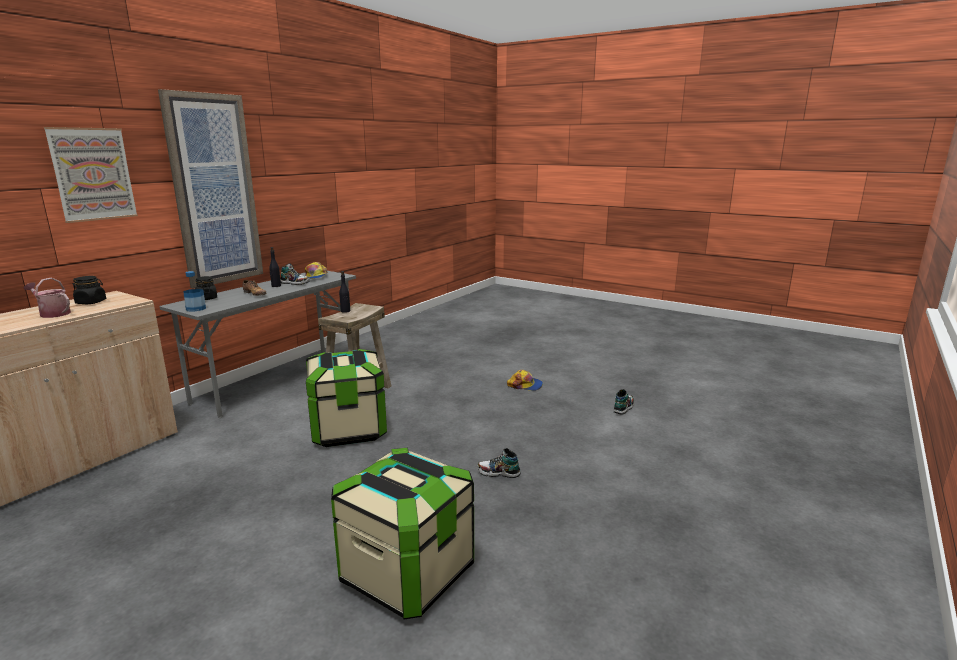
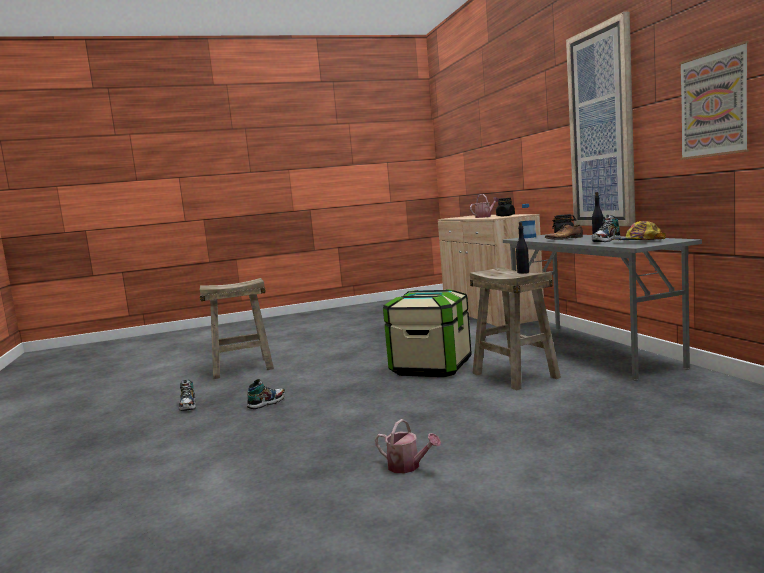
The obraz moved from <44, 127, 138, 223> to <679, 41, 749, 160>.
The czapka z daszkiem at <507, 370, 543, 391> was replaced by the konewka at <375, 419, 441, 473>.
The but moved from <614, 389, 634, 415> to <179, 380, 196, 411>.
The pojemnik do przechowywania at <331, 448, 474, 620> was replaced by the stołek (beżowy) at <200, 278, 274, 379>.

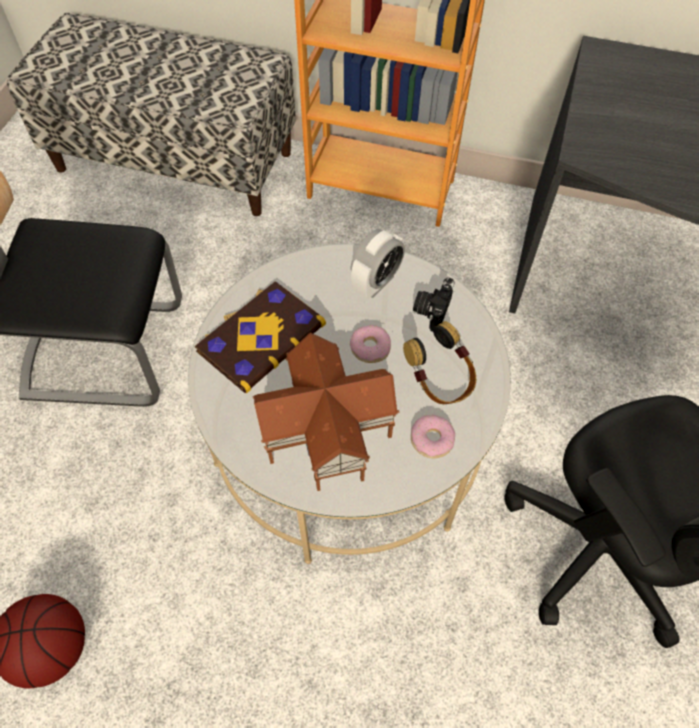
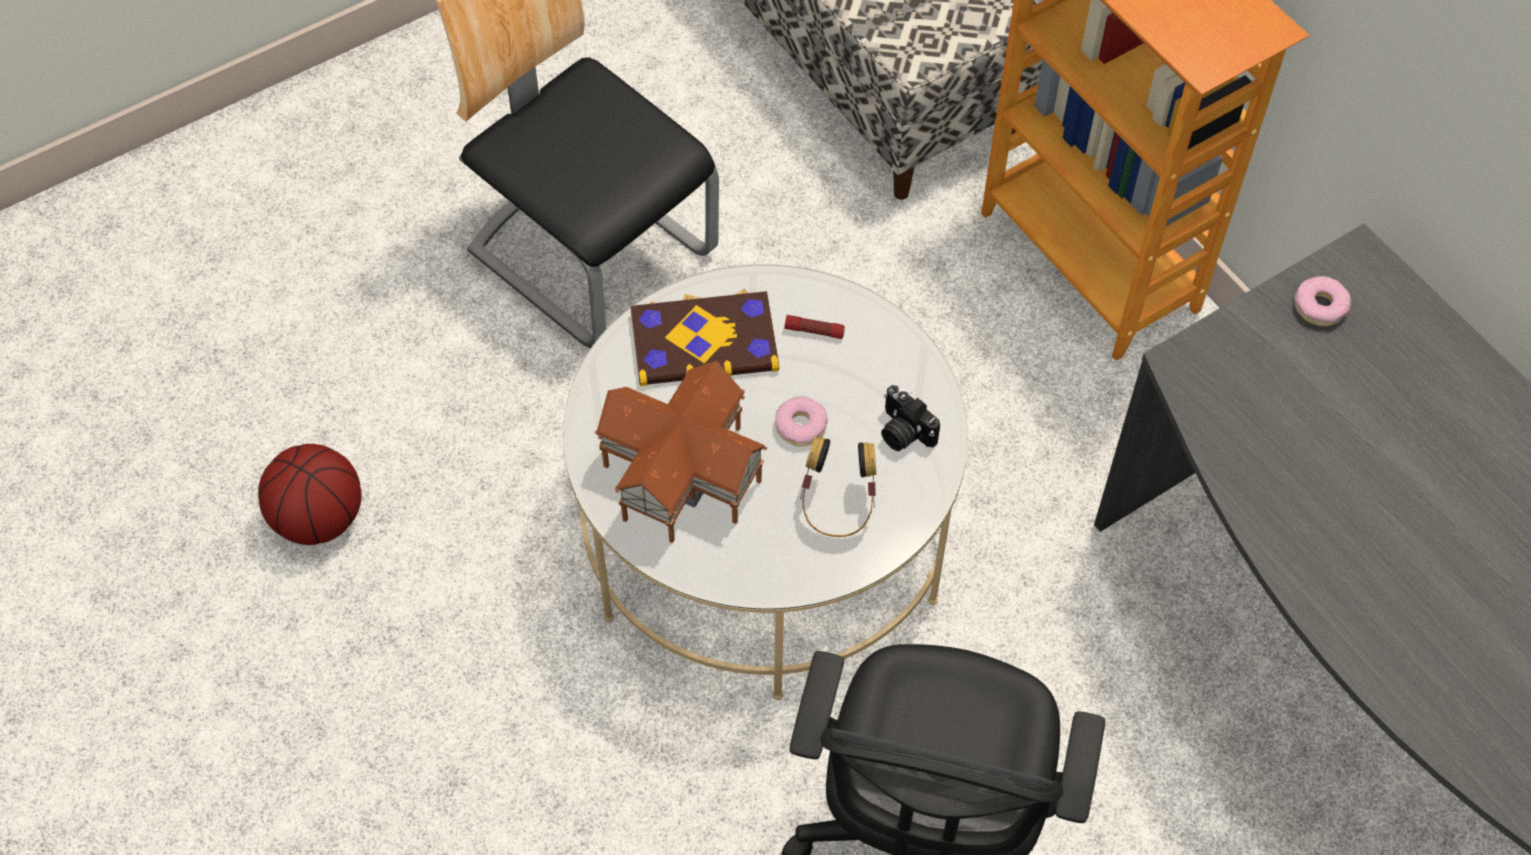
The budzik at <351, 229, 405, 299> disappeared.
The aparat fotograficzny at <413, 278, 455, 332> turned 105 degrees counterclockwise.
The donut moved from <411, 415, 455, 458> to <1295, 276, 1351, 327>.
The latarka at <785, 315, 845, 339> appeared.

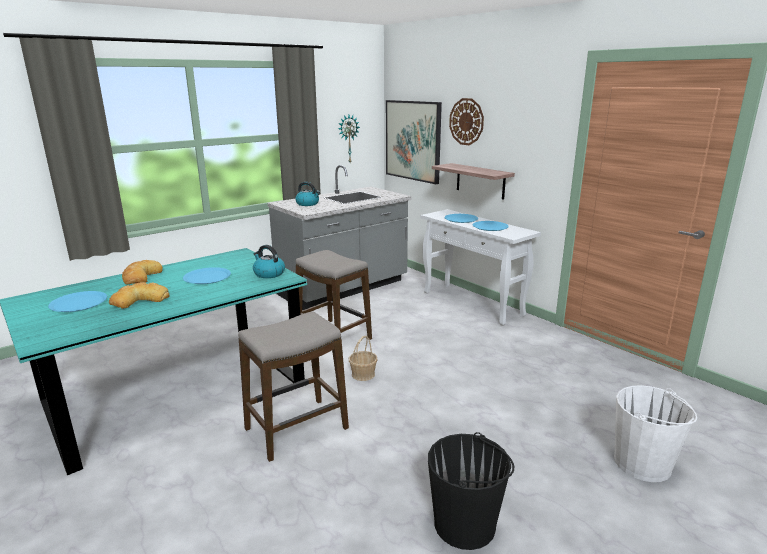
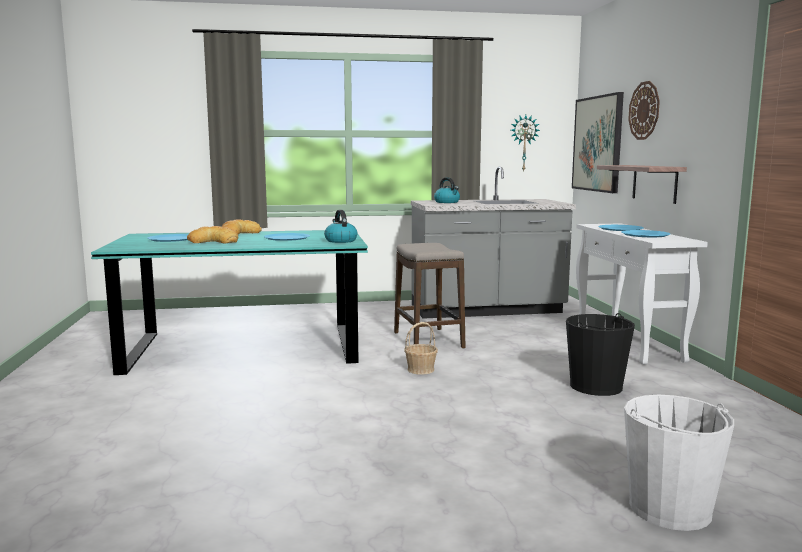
The stołek at <238, 311, 349, 462> disappeared.
The wiadro (czarny) moved from <428, 432, 514, 550> to <566, 313, 635, 396>.

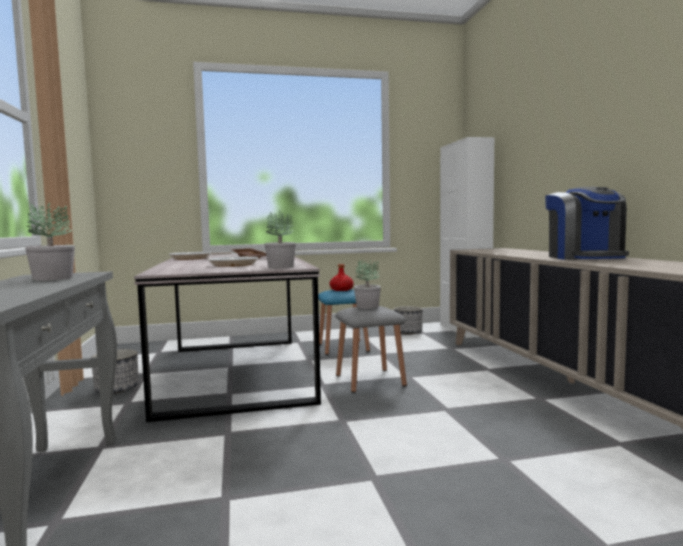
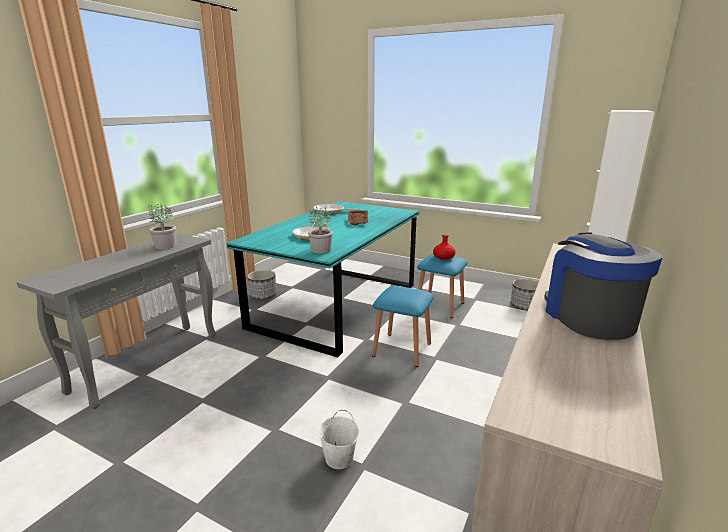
The ekspres do kawy at <545, 187, 629, 260> turned 135 degrees clockwise.
The stół jadalny (szary) at <134, 254, 321, 422> became the stół jadalny (turkusowy) at <226, 201, 419, 357>.
The roślina doniczkowa at <354, 259, 381, 309> disappeared.
The stołek (szary) at <335, 306, 407, 393> became the stołek (niebieski) at <372, 286, 434, 367>.
The wiadro (biały) at <318, 410, 359, 469> appeared.

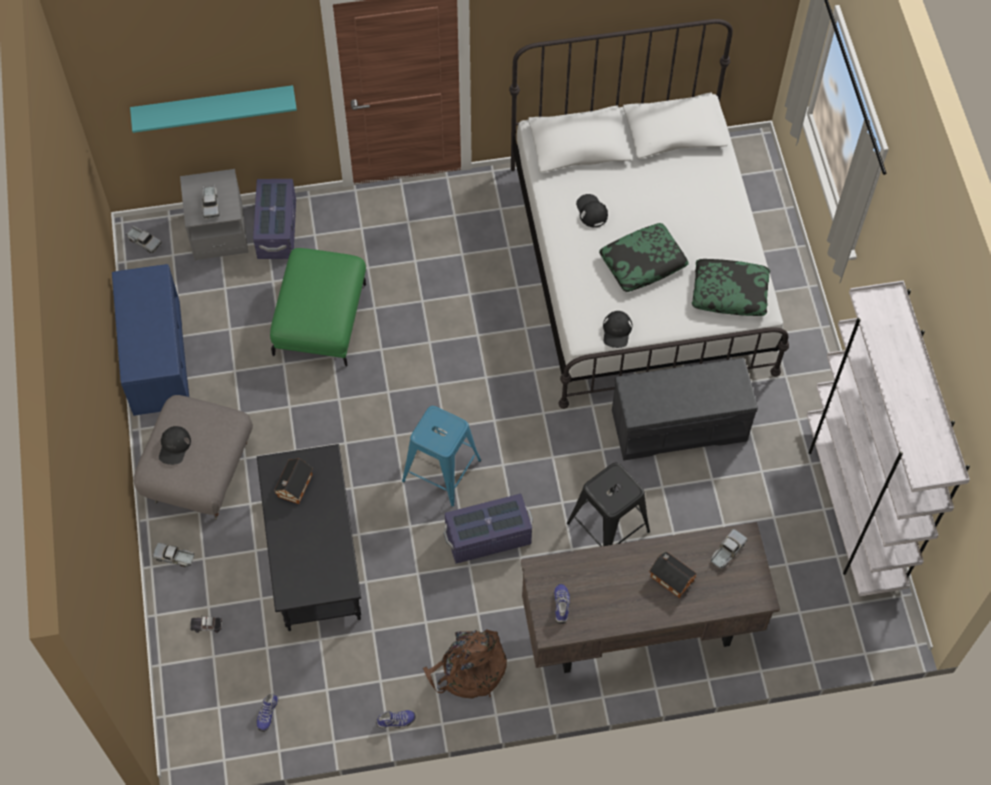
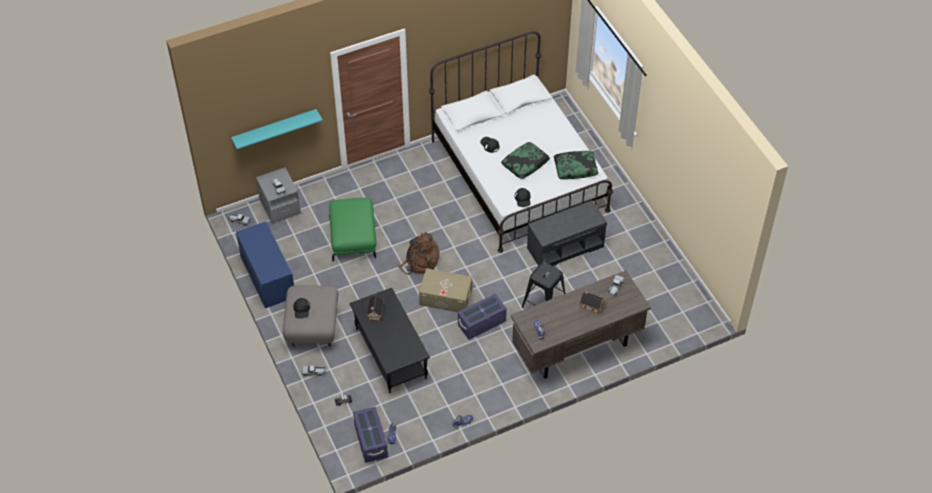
The pojemnik do przechowywania (fioletowy) moved from <253, 179, 296, 259> to <353, 407, 388, 463>.
The regał (biały) at <807, 280, 970, 597> disappeared.
The stołek (niebieski) at <402, 406, 481, 507> was replaced by the pojemnik do przechowywania (beżowy) at <419, 268, 472, 312>.
The plecak (brązowy) moved from <423, 629, 507, 699> to <397, 232, 439, 275>.

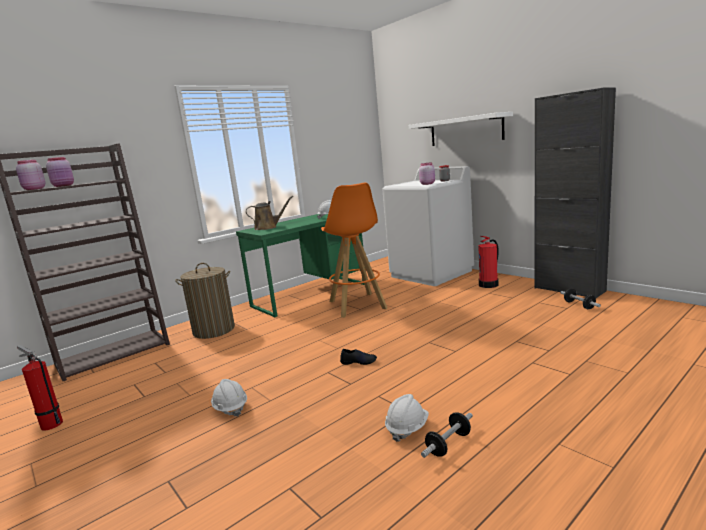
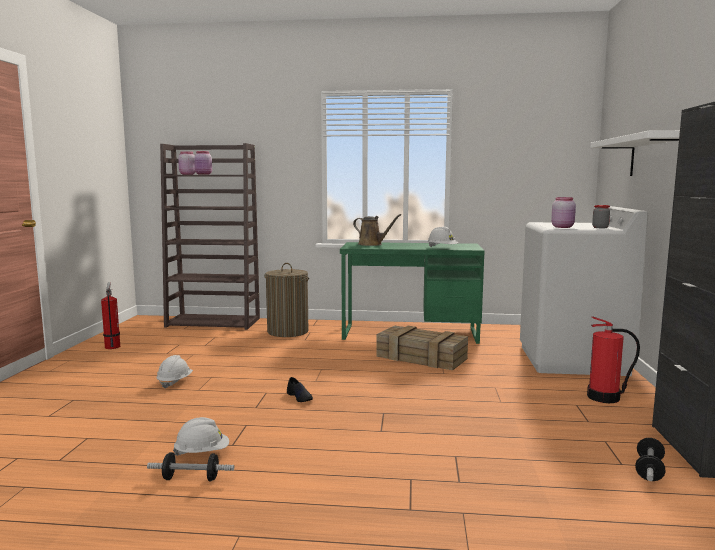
The stołek (pomarańczowy) at <321, 183, 387, 318> was replaced by the skrzynka at <376, 325, 468, 370>.

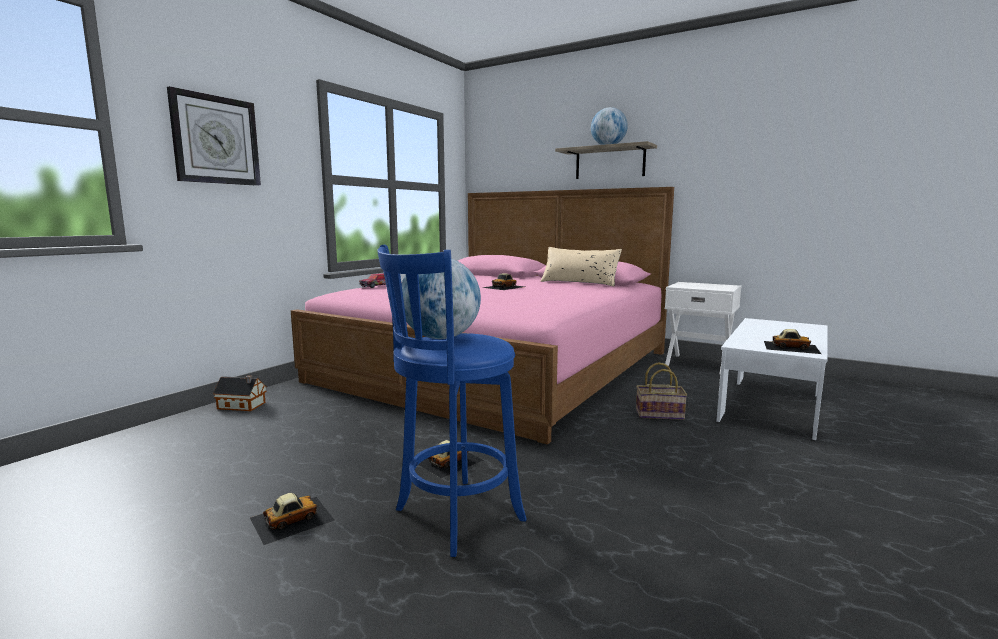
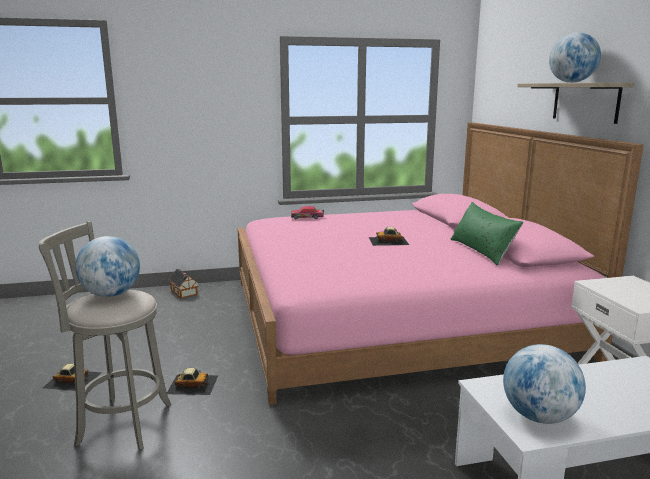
The zegar ścienny at <167, 86, 261, 186> disappeared.
The stołek (niebieski) at <377, 245, 527, 557> became the stołek (szary) at <38, 221, 171, 450>.
The poduszka (beżowy) at <540, 247, 622, 287> became the poduszka (zielony) at <450, 202, 523, 266>.
The samochodzik at <764, 329, 821, 354> was replaced by the globus at <503, 344, 586, 424>.
The koszyk at <636, 362, 687, 420> disappeared.

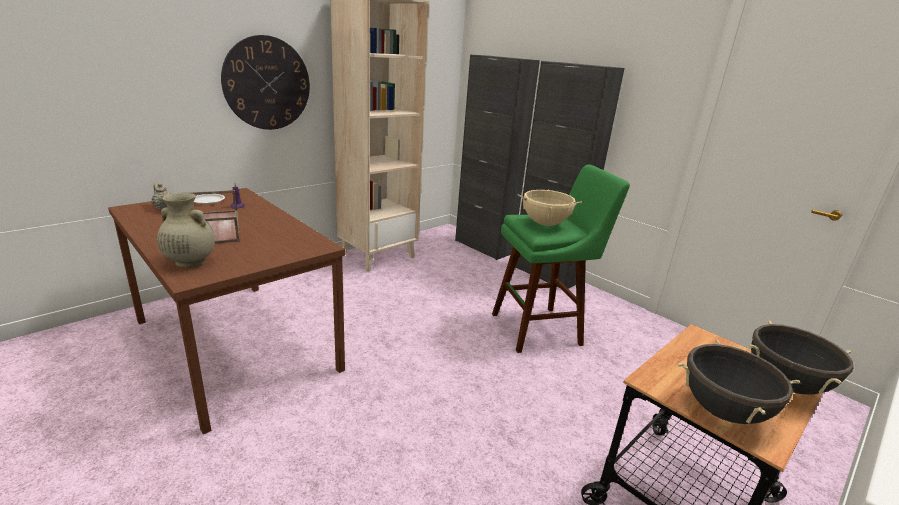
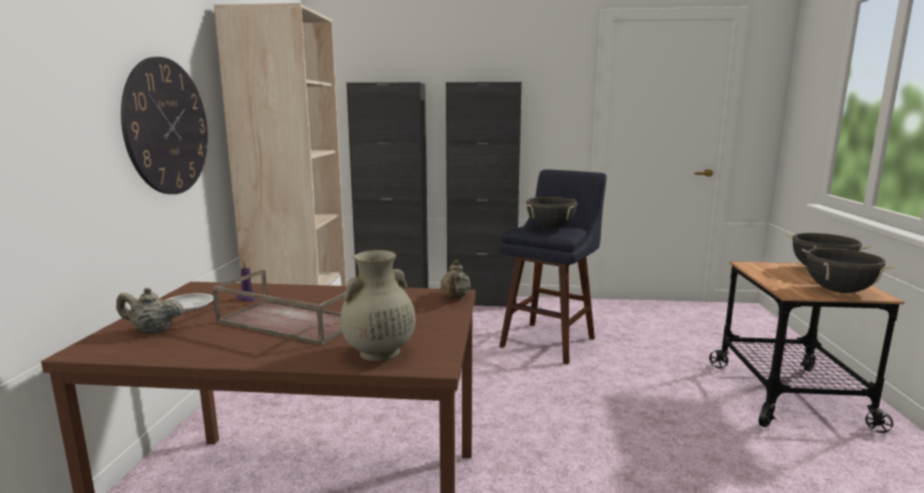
The stołek (zielony) at <492, 165, 630, 353> became the stołek (niebieski) at <499, 169, 607, 365>.
The garnek (beżowy) at <518, 190, 582, 226> became the garnek (czarny) at <526, 197, 578, 229>.
The imbryk (beżowy) at <440, 260, 471, 299> appeared.

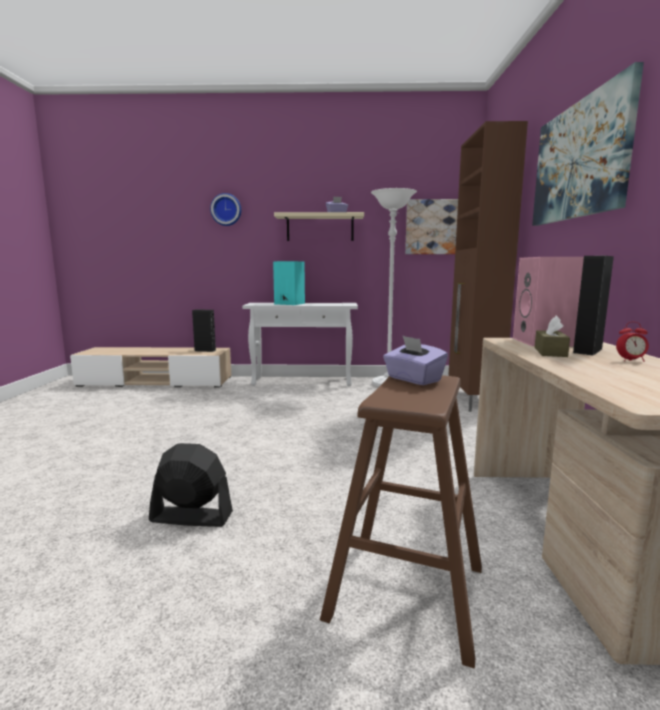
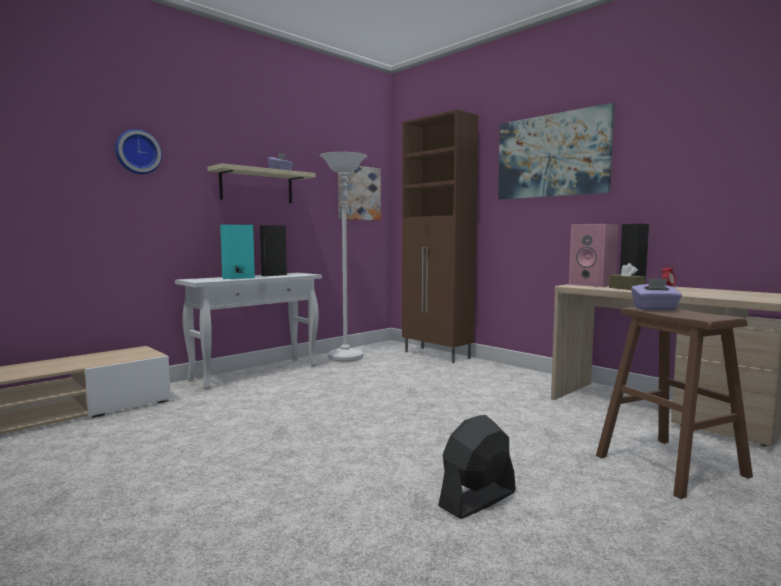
The głośnik (czarny) moved from <192, 309, 216, 352> to <260, 225, 287, 276>.

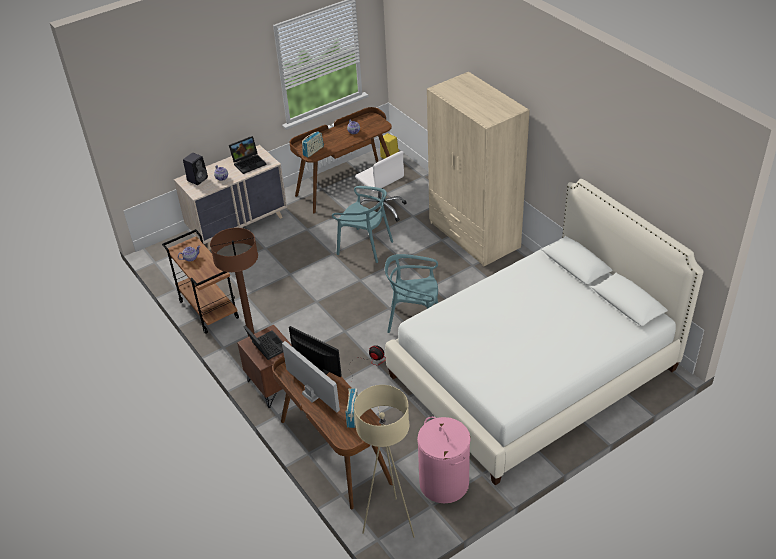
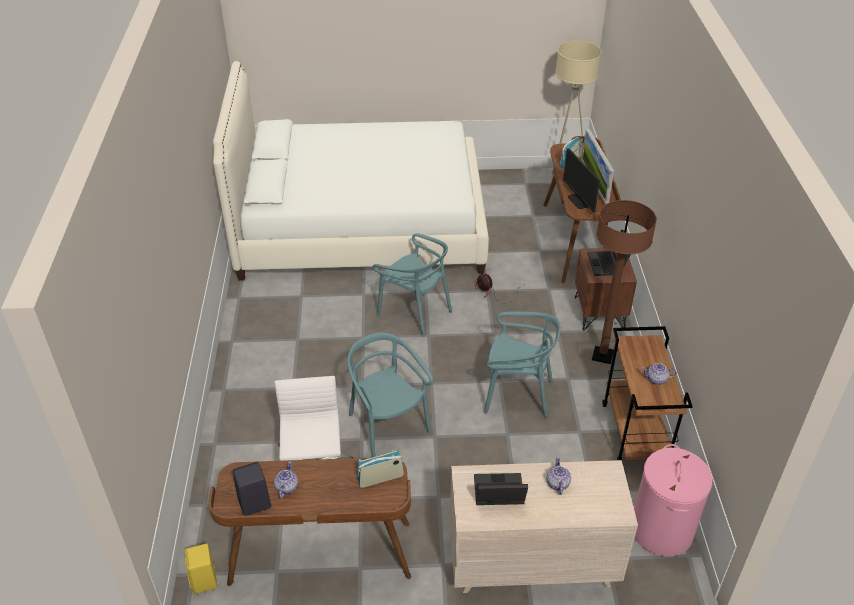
The szafa (beżowy) at <427, 72, 530, 267> disappeared.
The głośnik (czarny) moved from <183, 153, 208, 185> to <233, 462, 271, 516>.
The kosz na pranie (różowy) moved from <417, 417, 471, 503> to <634, 444, 712, 557>.
The krzesło (turkusowy) at <484, 311, 561, 418> appeared.

